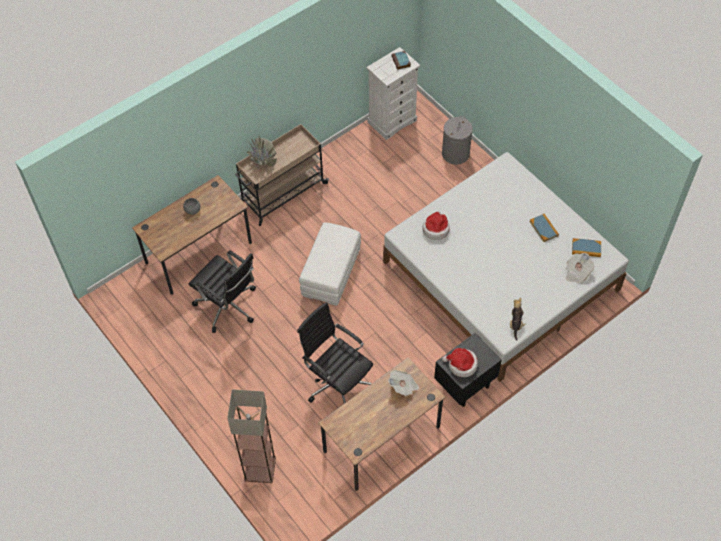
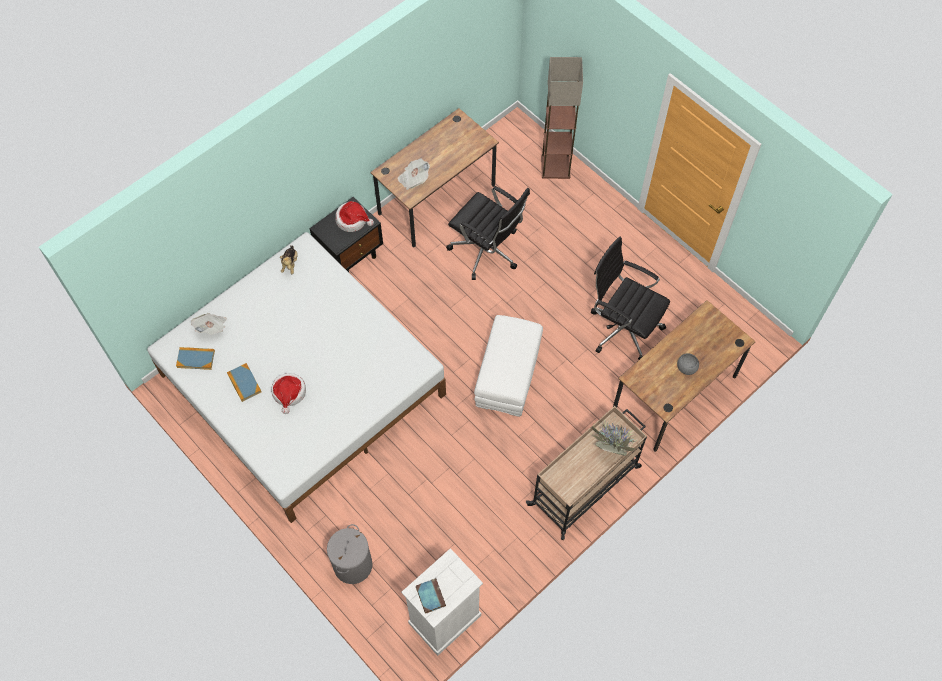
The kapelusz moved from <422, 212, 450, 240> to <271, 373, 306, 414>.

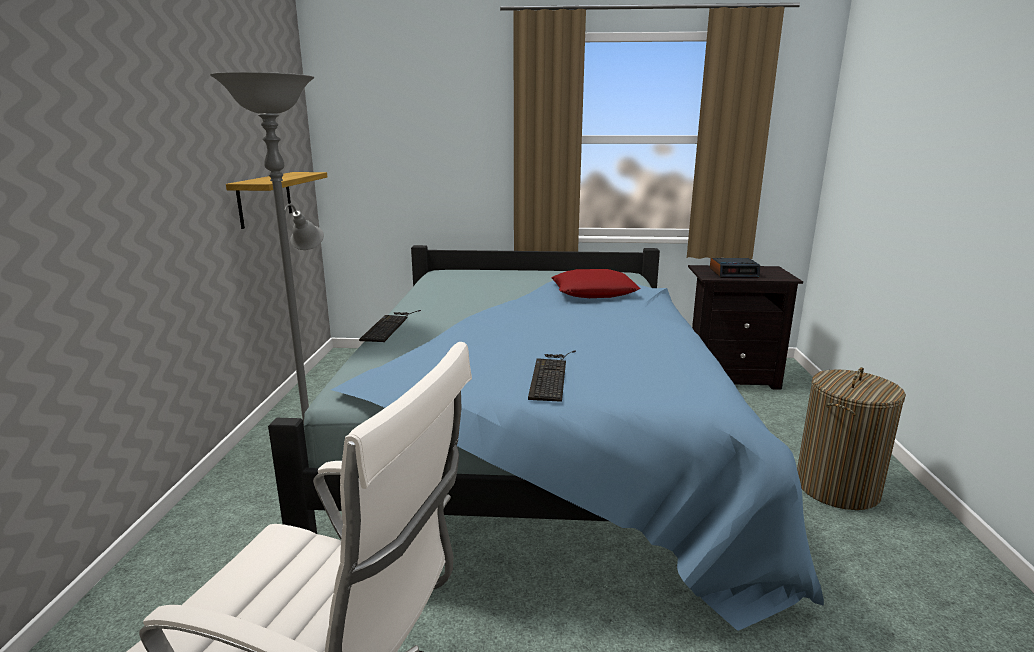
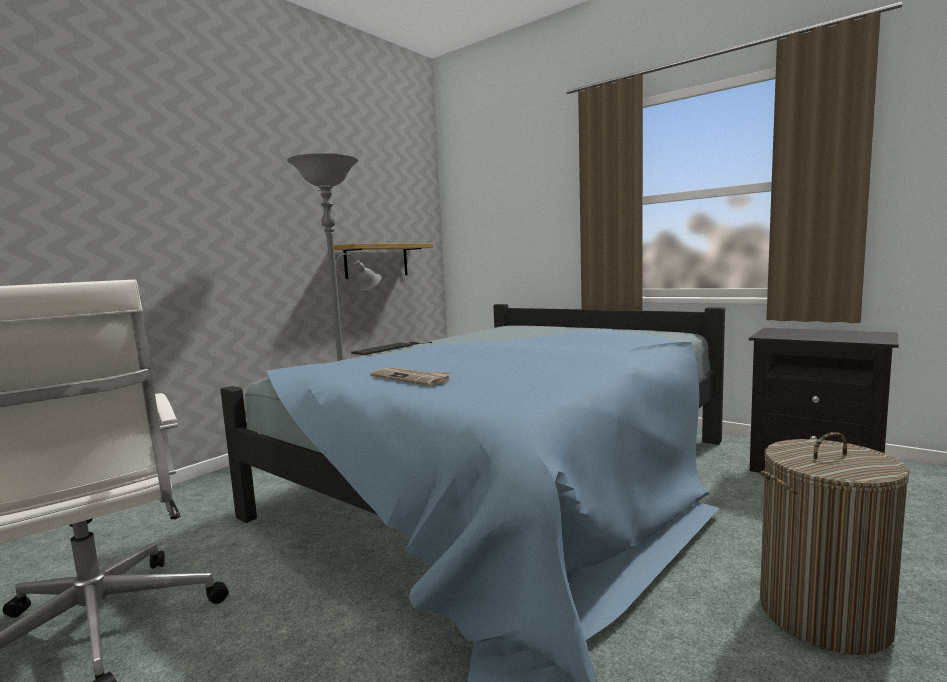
The budzik at <710, 258, 760, 278> disappeared.
The poduszka (czerwony) at <551, 269, 640, 298> disappeared.
The klawiatura at <528, 351, 576, 402> was replaced by the gazeta at <370, 367, 452, 386>.

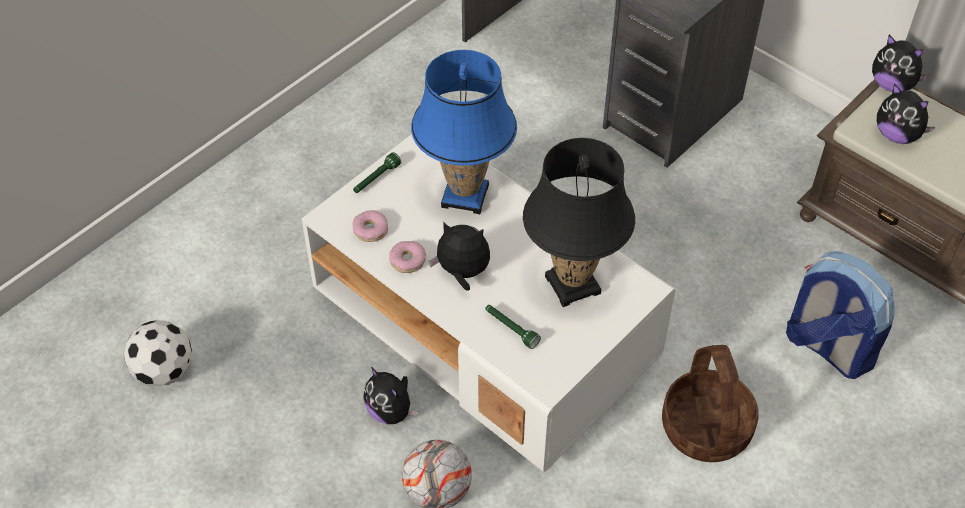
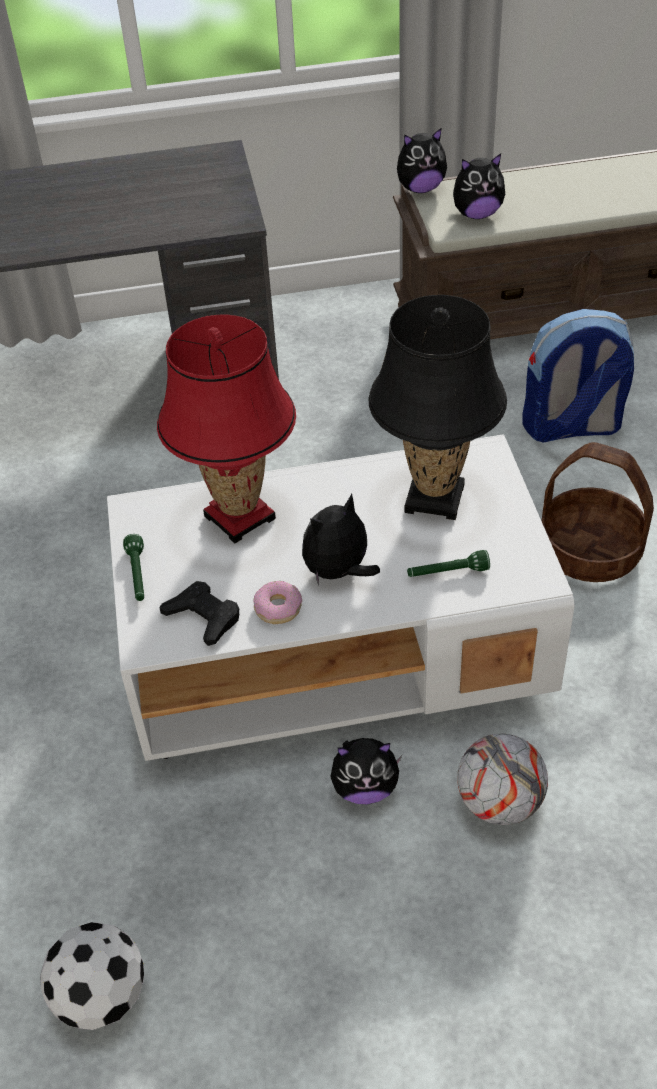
The lampa stołowa (niebieski) at <411, 50, 517, 214> became the lampa stołowa (czerwony) at <157, 314, 296, 543>.
The donut at <353, 210, 388, 242> was replaced by the pad do gier (czarny) at <160, 581, 239, 646>.

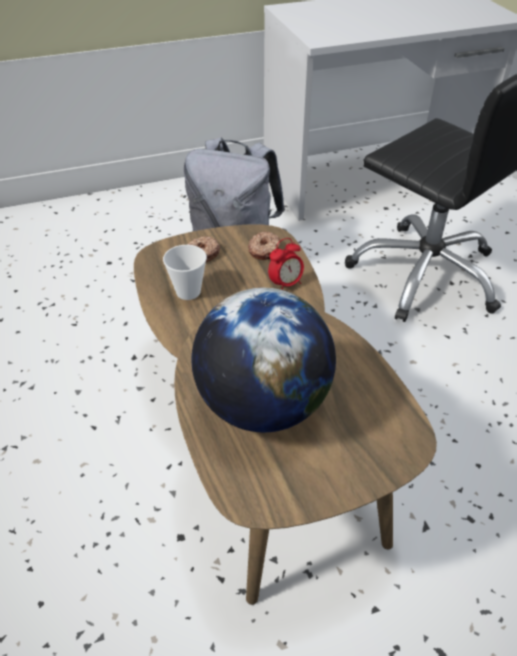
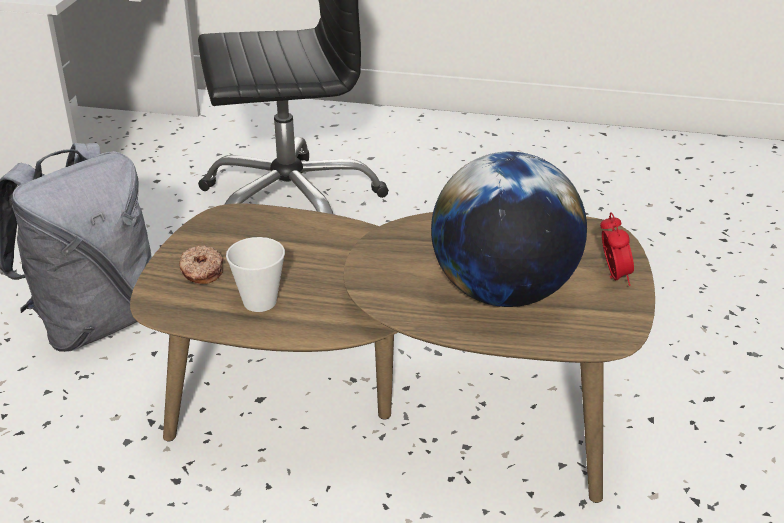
The donut at <248, 232, 280, 260> disappeared.
The budzik moved from <268, 238, 304, 290> to <600, 212, 634, 286>.

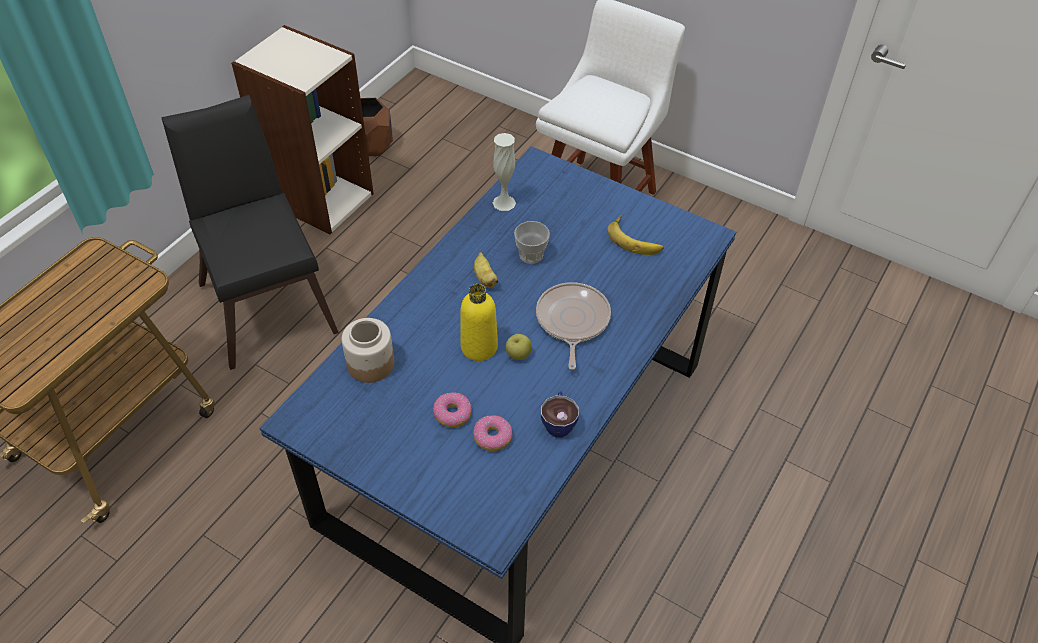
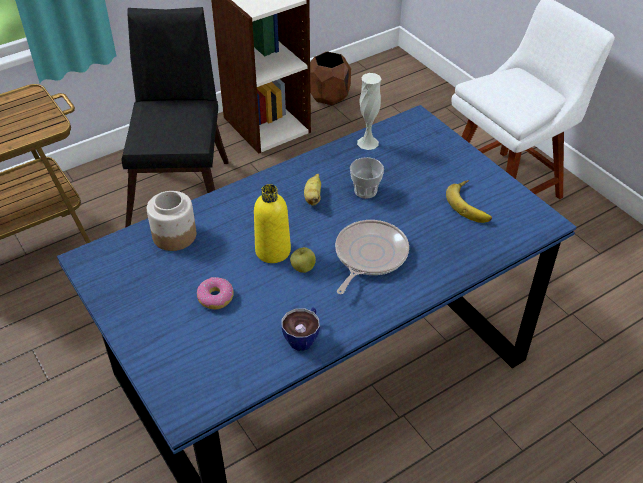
The donut at <473, 415, 513, 451> disappeared.

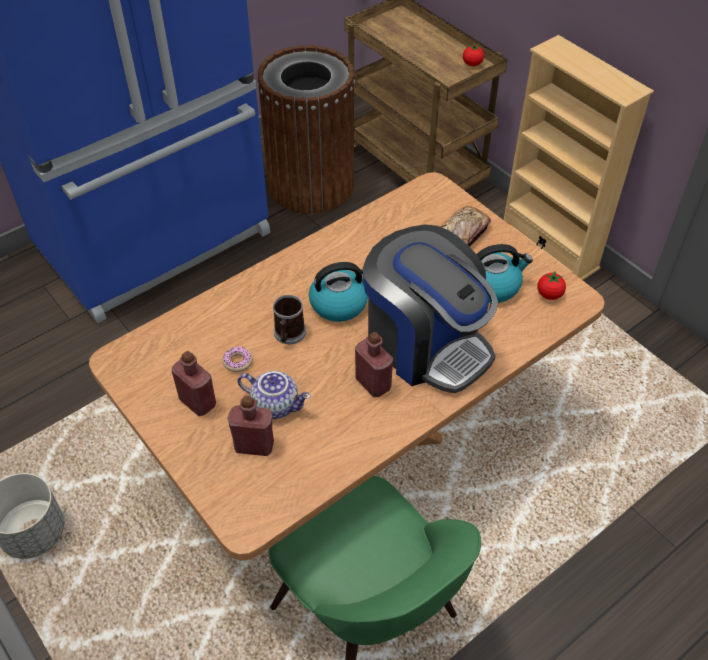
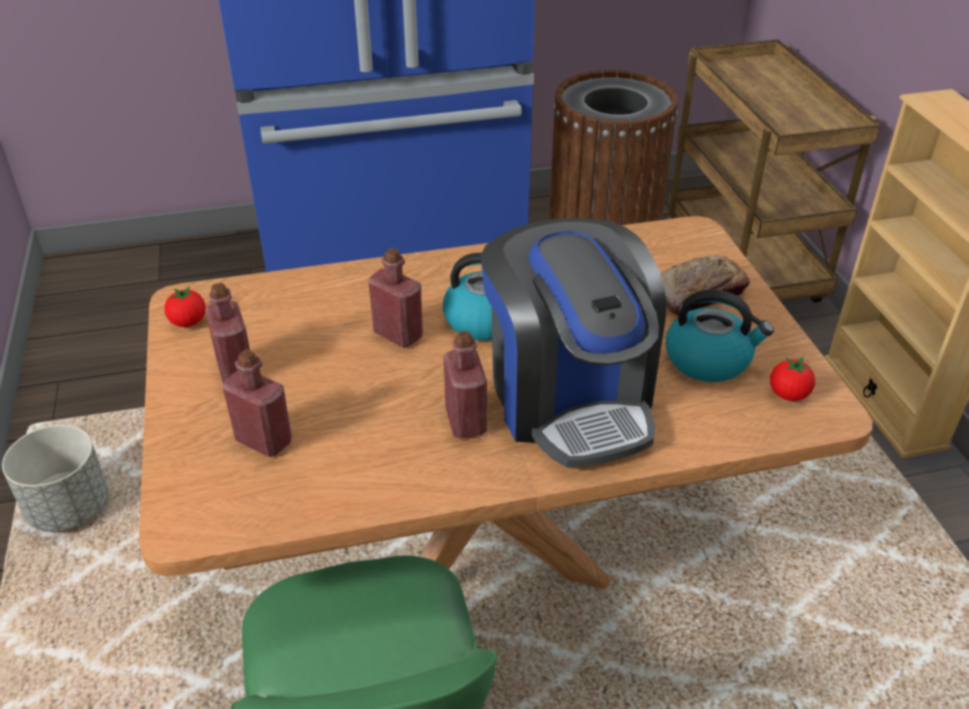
The pomidor moved from <463, 43, 484, 66> to <164, 287, 206, 327>.
The kubek at <273, 295, 306, 344> was replaced by the butelka (czerwony) at <368, 248, 423, 348>.
The donut at <222, 347, 252, 372> disappeared.
The imbryk at <238, 371, 311, 419> disappeared.

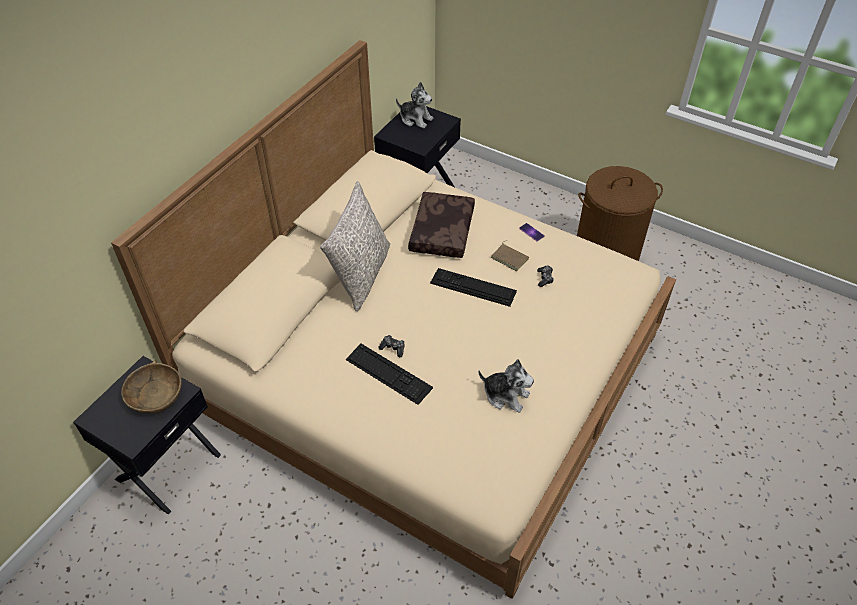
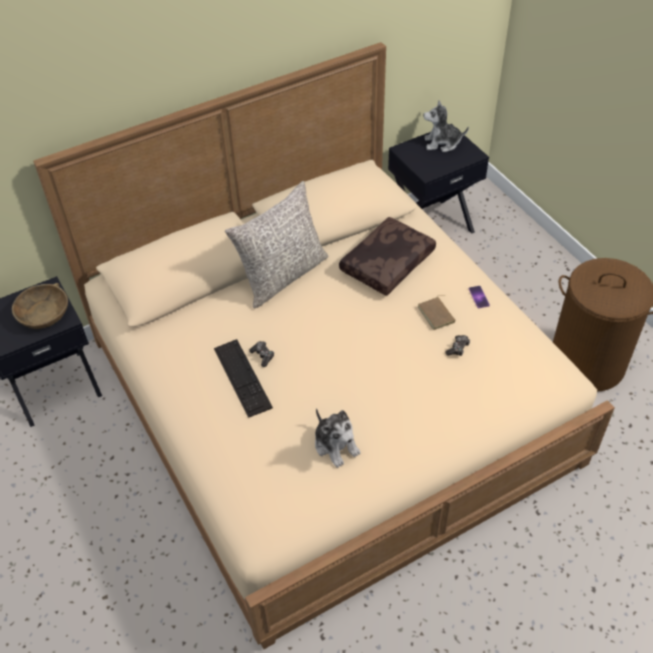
The pluszak at <396, 82, 433, 128> turned 120 degrees clockwise.
The klawiatura at <430, 268, 517, 307> disappeared.

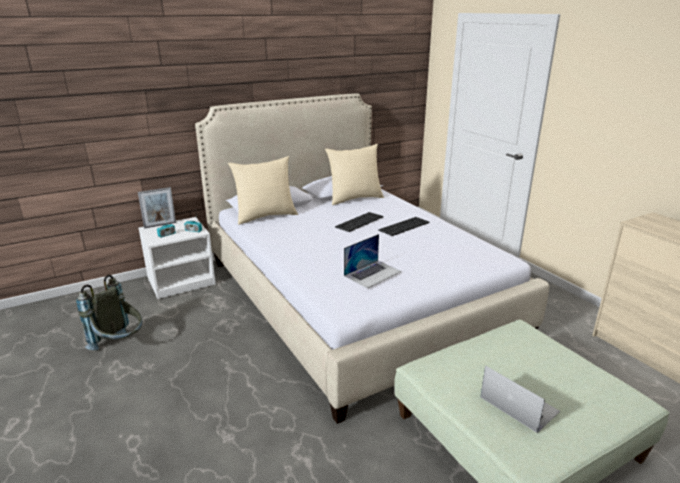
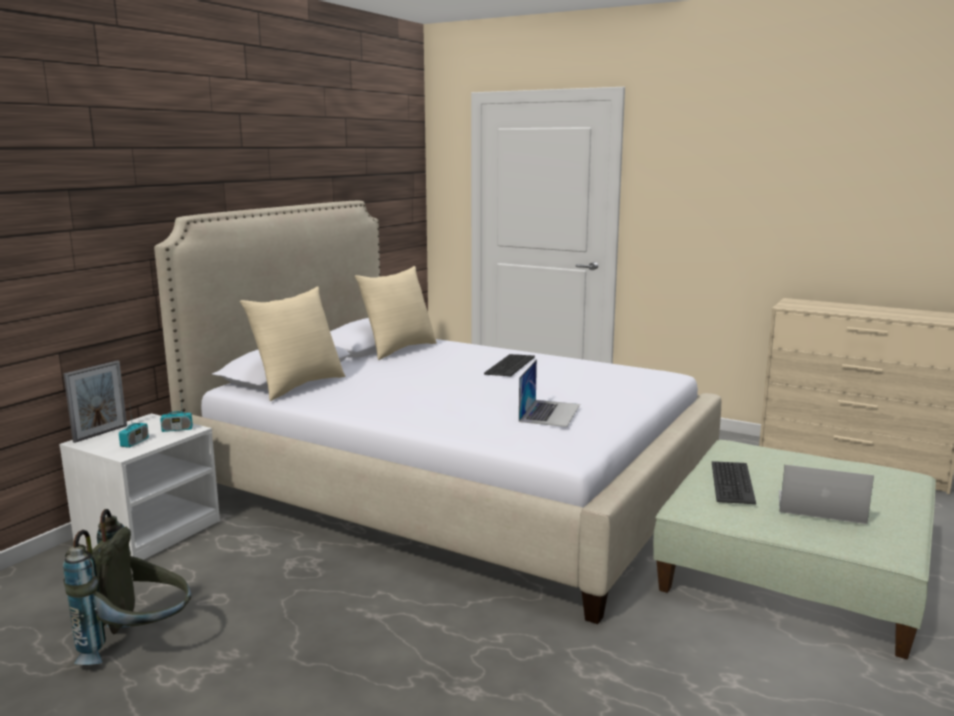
The klawiatura moved from <335, 212, 383, 232> to <712, 461, 756, 504>.

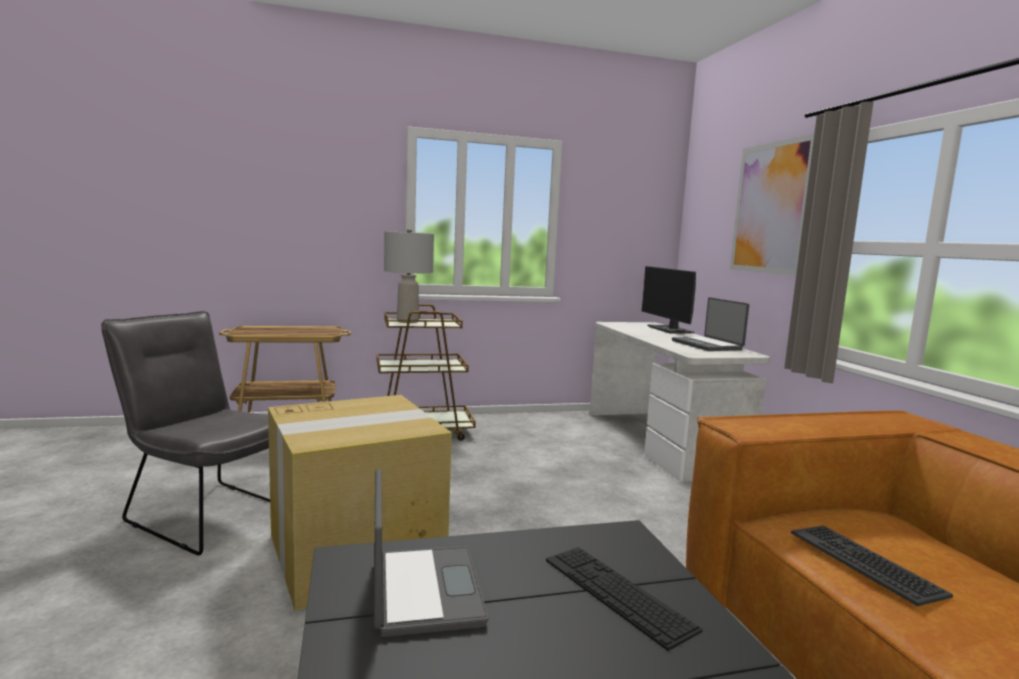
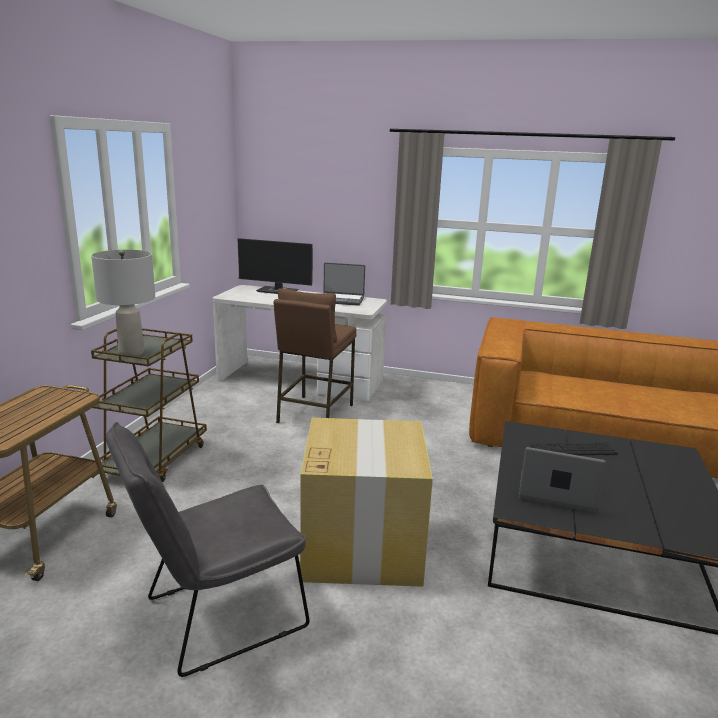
The obraz at <730, 133, 814, 276> disappeared.
The klawiatura at <791, 526, 953, 606> disappeared.
The stołek (brązowy) at <274, 288, 356, 423> appeared.

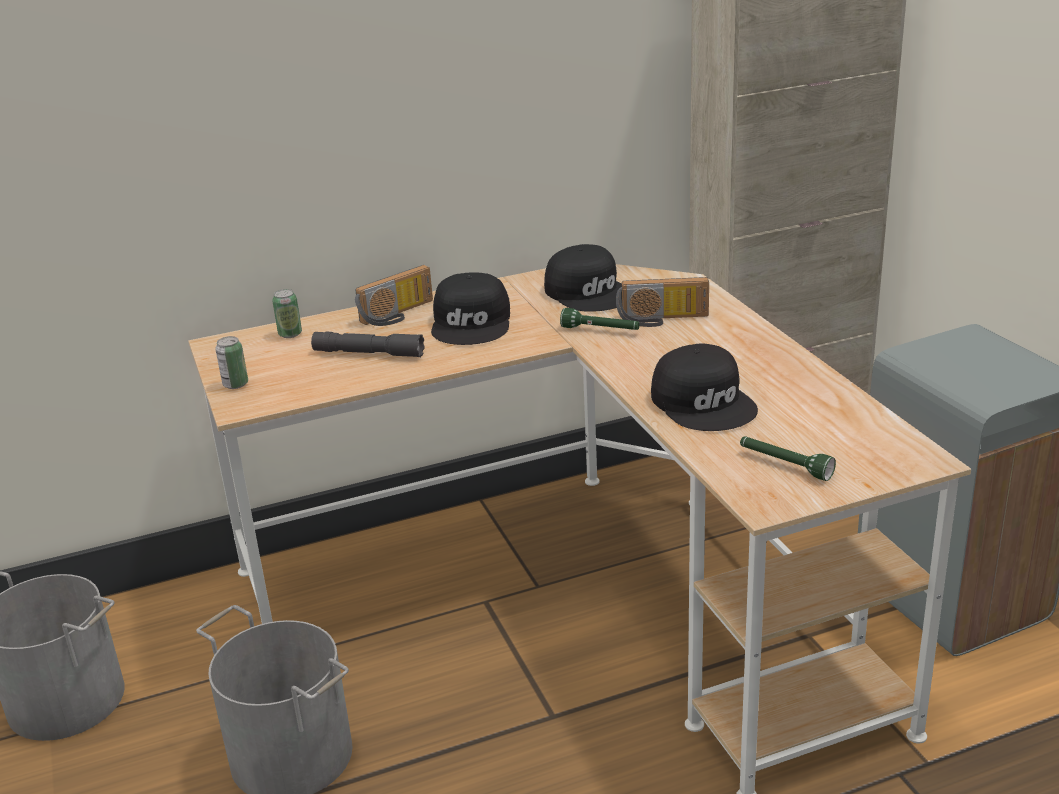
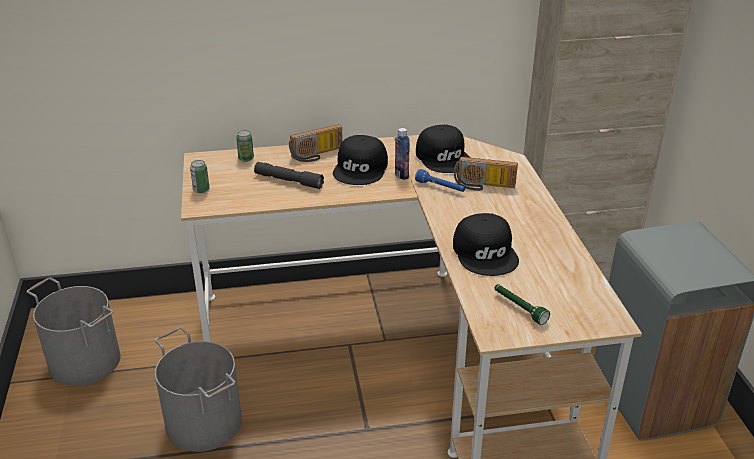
The latarka (zielony) at <560, 308, 640, 330> became the latarka (niebieski) at <415, 169, 465, 192>.
The butelka at <395, 128, 410, 180> appeared.

